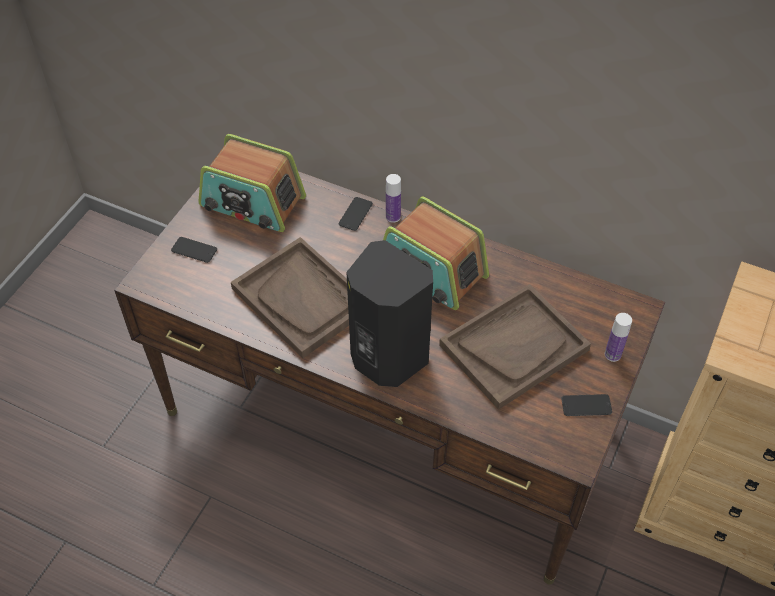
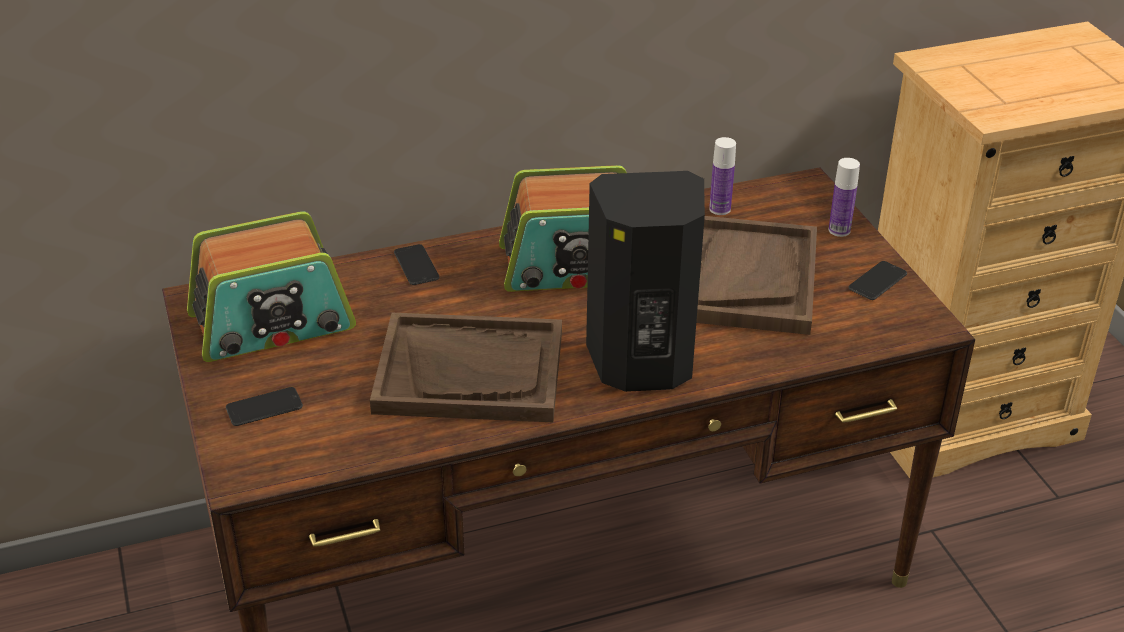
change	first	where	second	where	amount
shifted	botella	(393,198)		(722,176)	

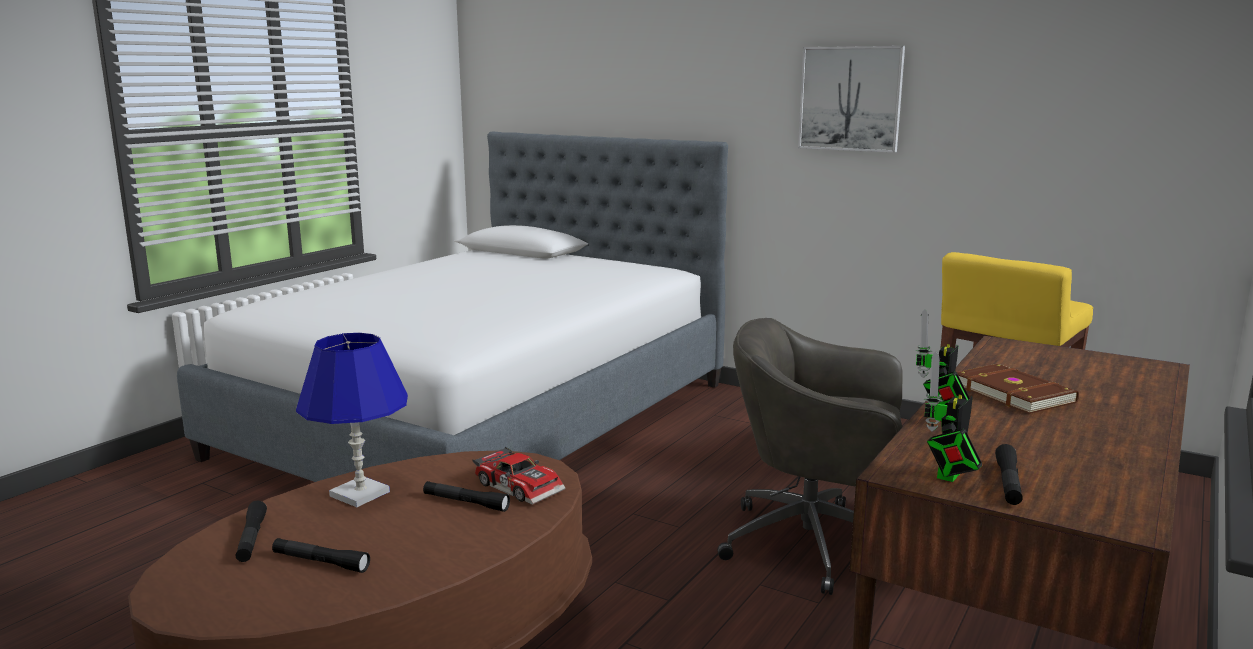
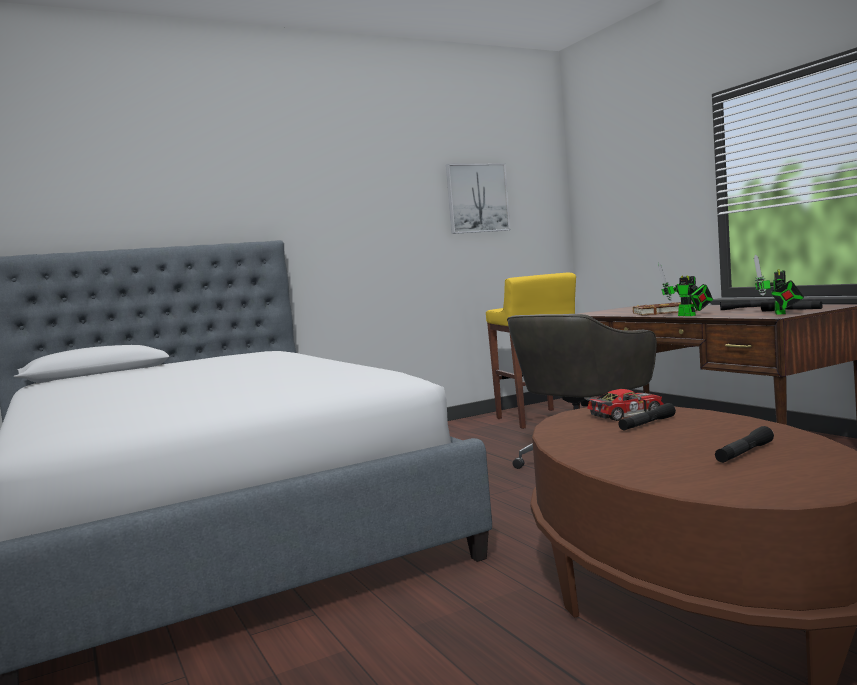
change	first	where	second	where	amount
shifted	cuadro	(851,99)		(478,198)	
gone	lámpara de mesa/azul	(352,420)			
rotated	robot de juguete	(953,416)		(779,284)	45 degrees clockwise
shifted	linterna/negro	(251,531)		(748,304)	

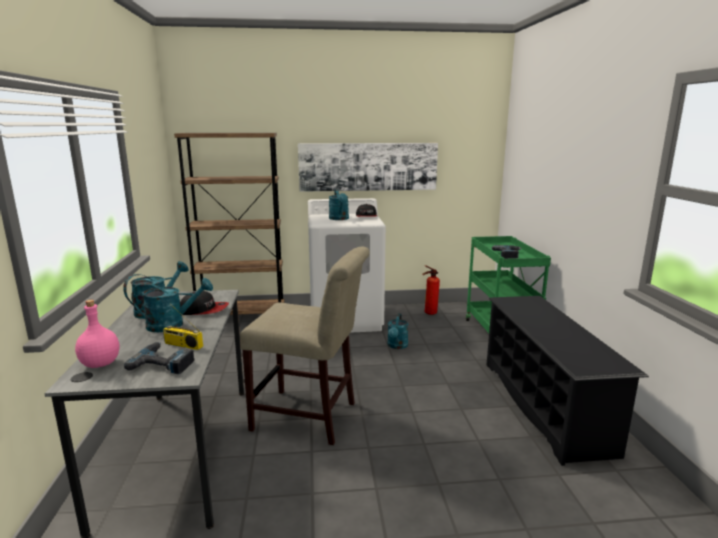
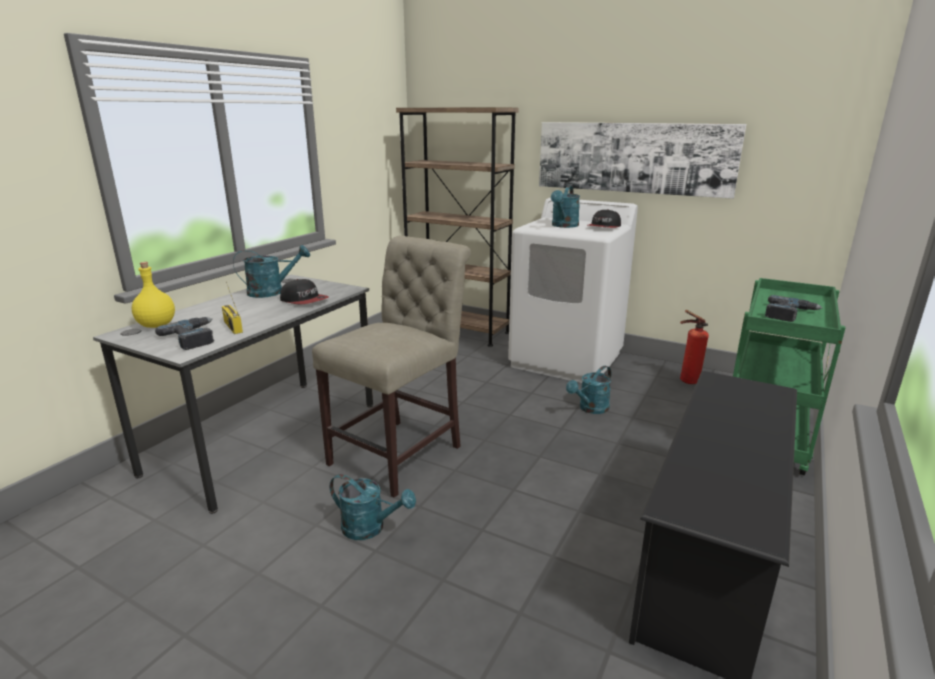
change	first	where	second	where	amount
rotated	silla/beis	(305,346)		(391,367)	105 degrees counterclockwise
shifted	regadera/turquesa	(172,305)		(373,507)	
repainted	botella/rosa	(97,334)	botella/amarillo	(153,295)	

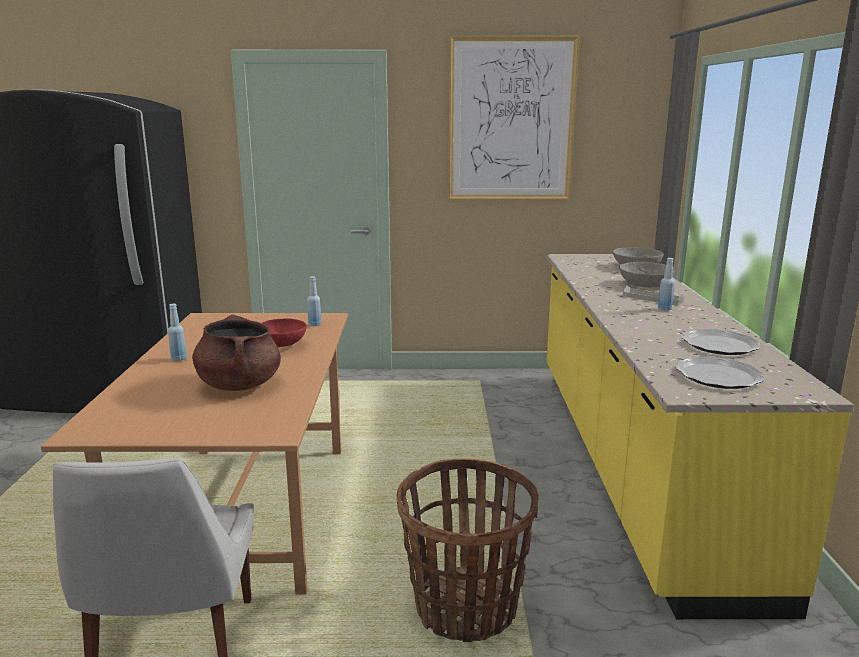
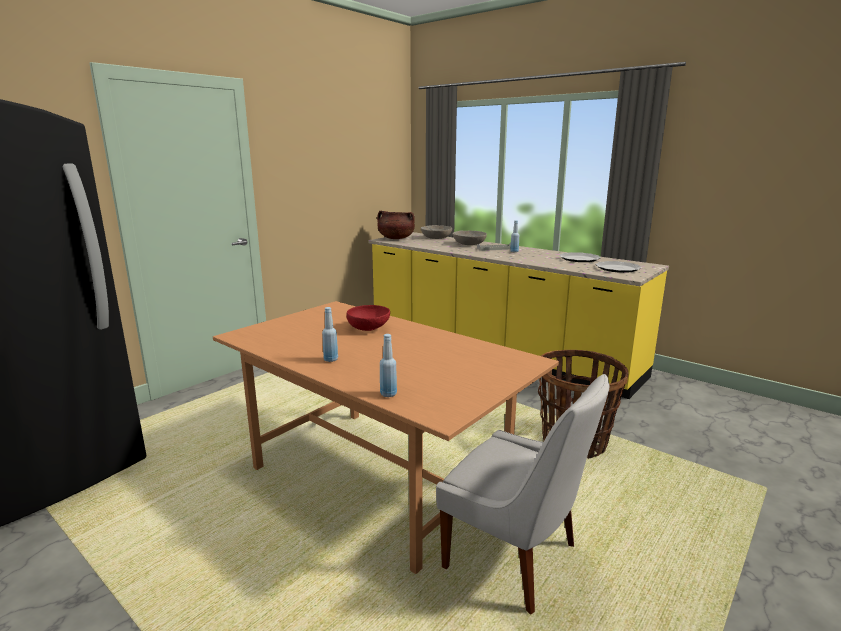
change	first	where	second	where	amount
gone	cuadro	(514,118)			
shifted	botella/azul	(314,301)		(388,365)	
shifted	olla/marrón	(236,353)		(396,225)	

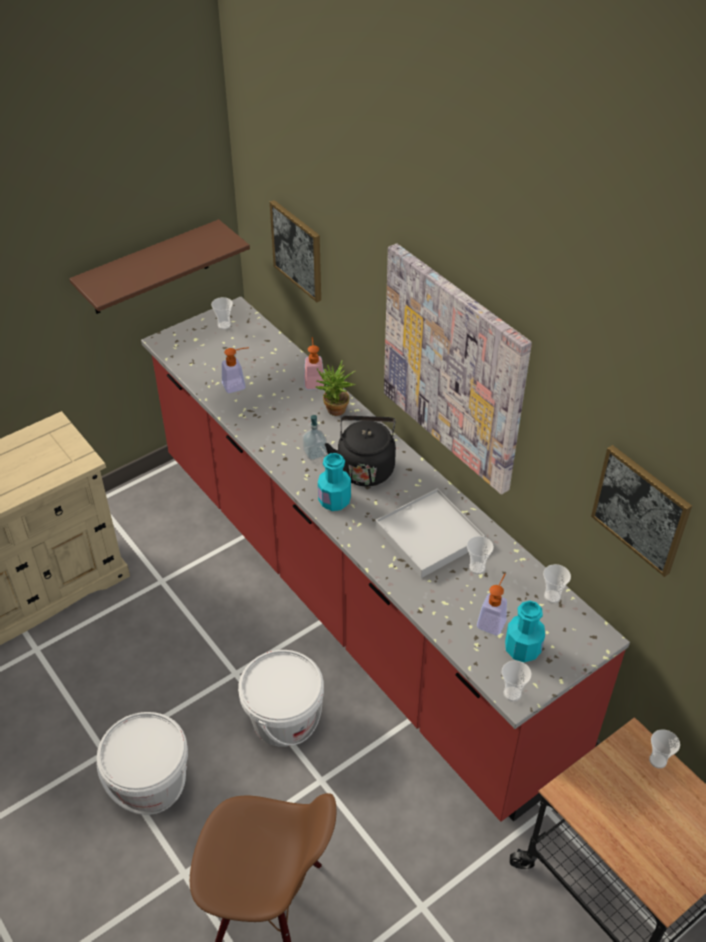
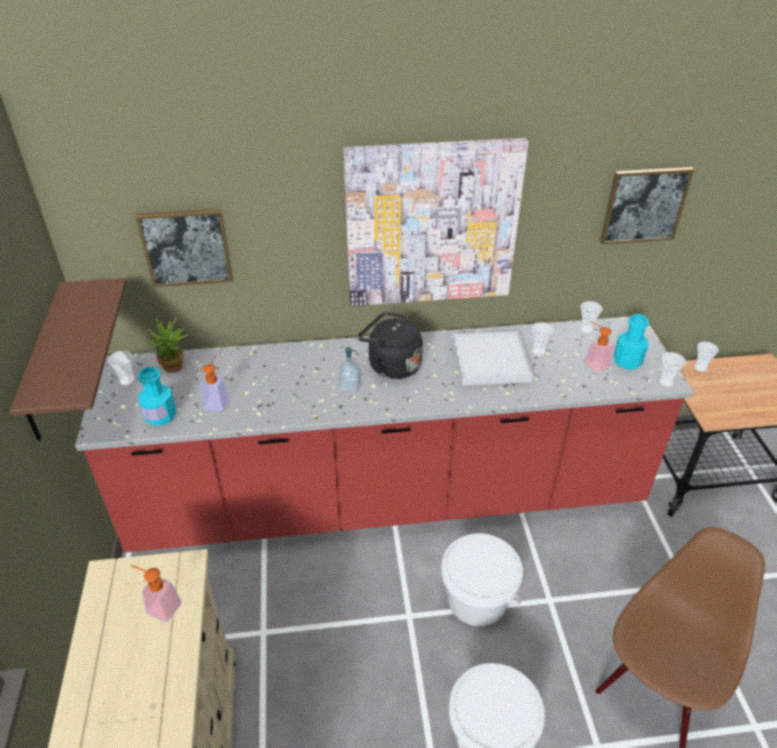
change	first	where	second	where	amount
shifted	dispensador de jabón	(314,363)		(156,593)	
shifted	planta en maceta	(335,388)		(167,345)	
shifted	botella/turquesa	(334,482)		(157,396)	

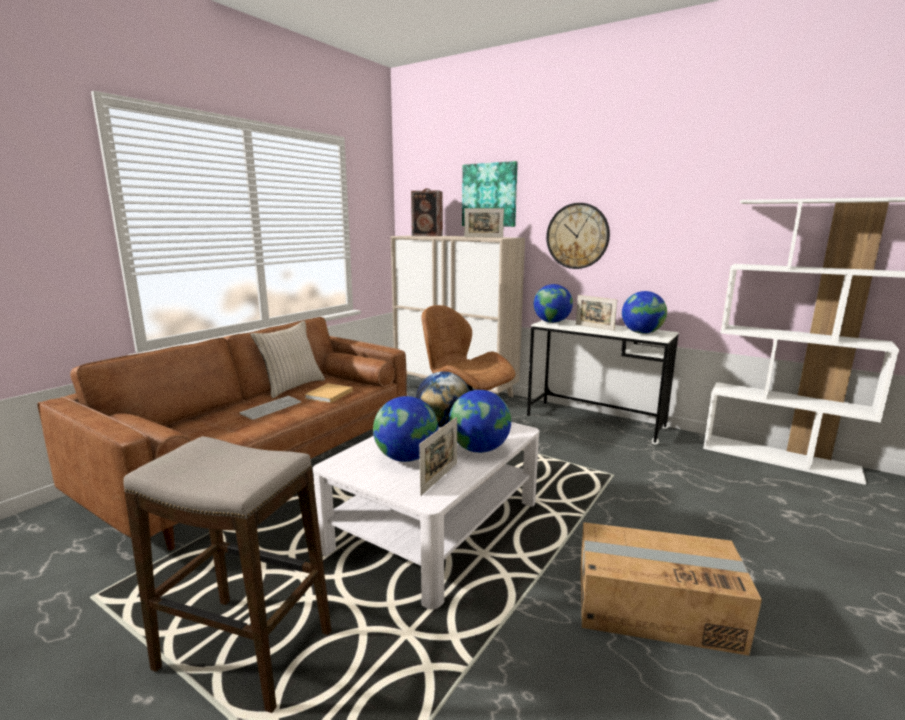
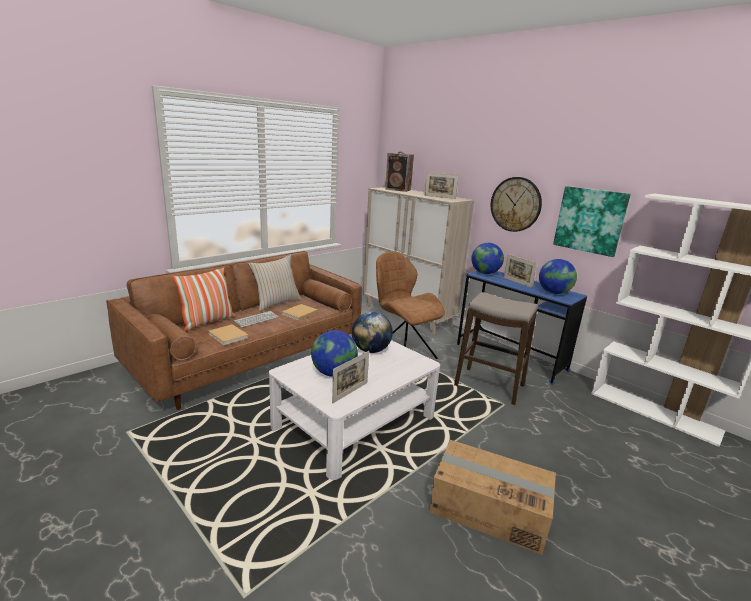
change	first	where	second	where	amount
shifted	cuadro	(490,194)		(592,221)	
repainted	escritorio/blanco	(603,382)	escritorio/azul	(522,328)	
gone	globo terráqueo	(480,421)			
shifted	taburete	(227,574)		(496,348)	
new			cojín	(203,299)	
new			libro/beis	(228,334)	

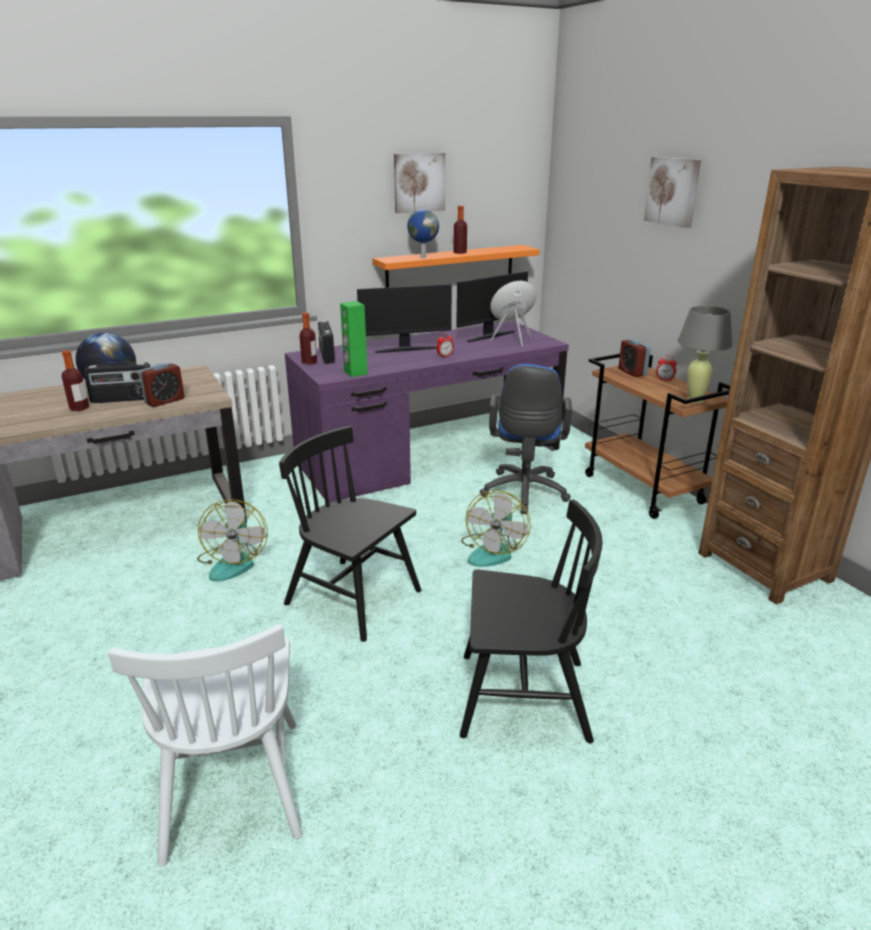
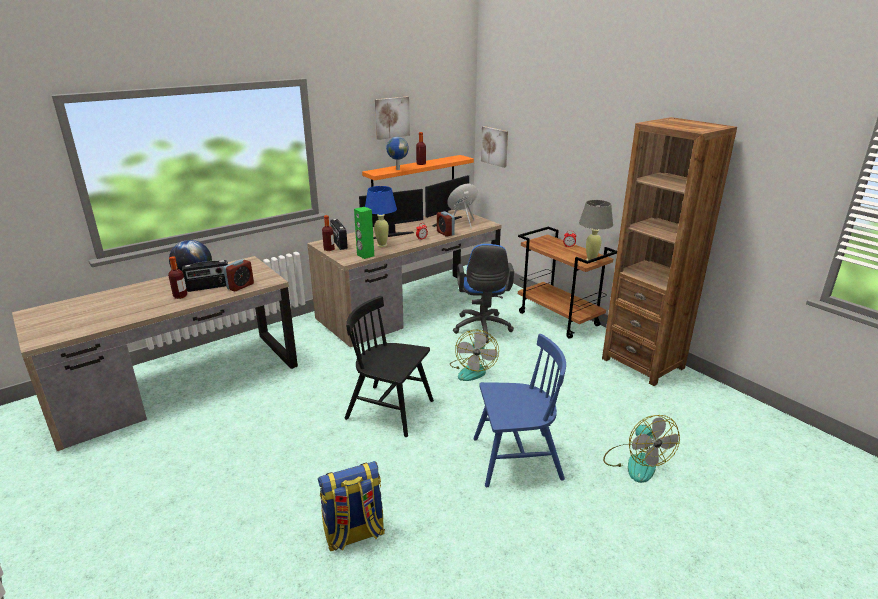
change	first	where	second	where	amount
shifted	cuadro	(672,192)		(494,147)	
repainted	escritorio/morado	(427,412)	escritorio/marrón	(404,278)	
shifted	despertador	(635,358)		(446,224)	
shifted	ventilador	(232,540)		(641,449)	
repainted	silla/negro	(531,621)	silla/azul	(519,410)	
swapped	silla/blanco	(205,745)	mochila	(351,506)	
new			lámpara de mesa/azul	(381,216)	

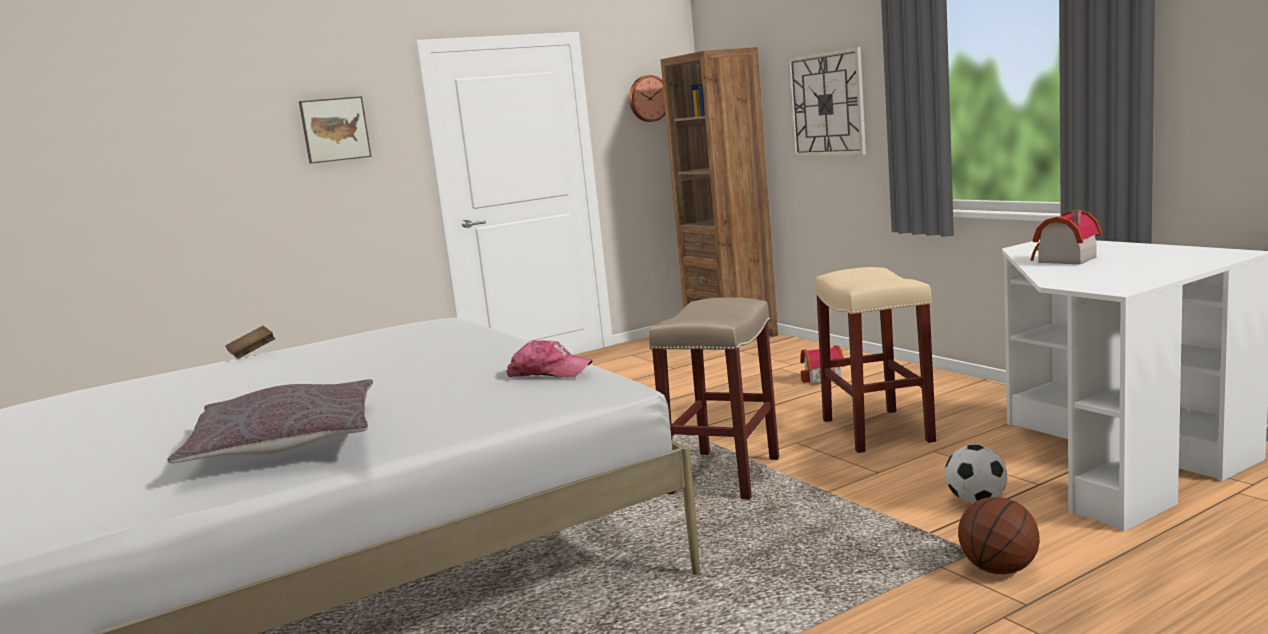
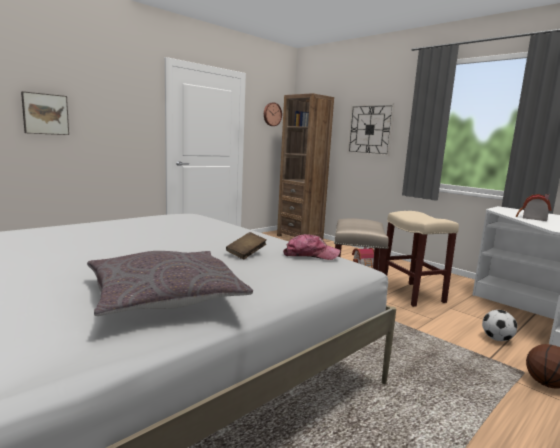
change	first	where	second	where	amount
shifted	cuadro	(335,130)		(45,113)	
shifted	libro/marrón	(250,342)		(246,245)	

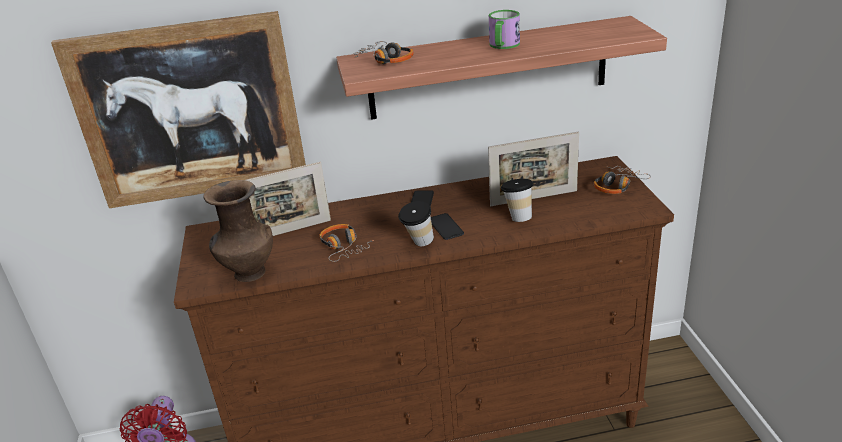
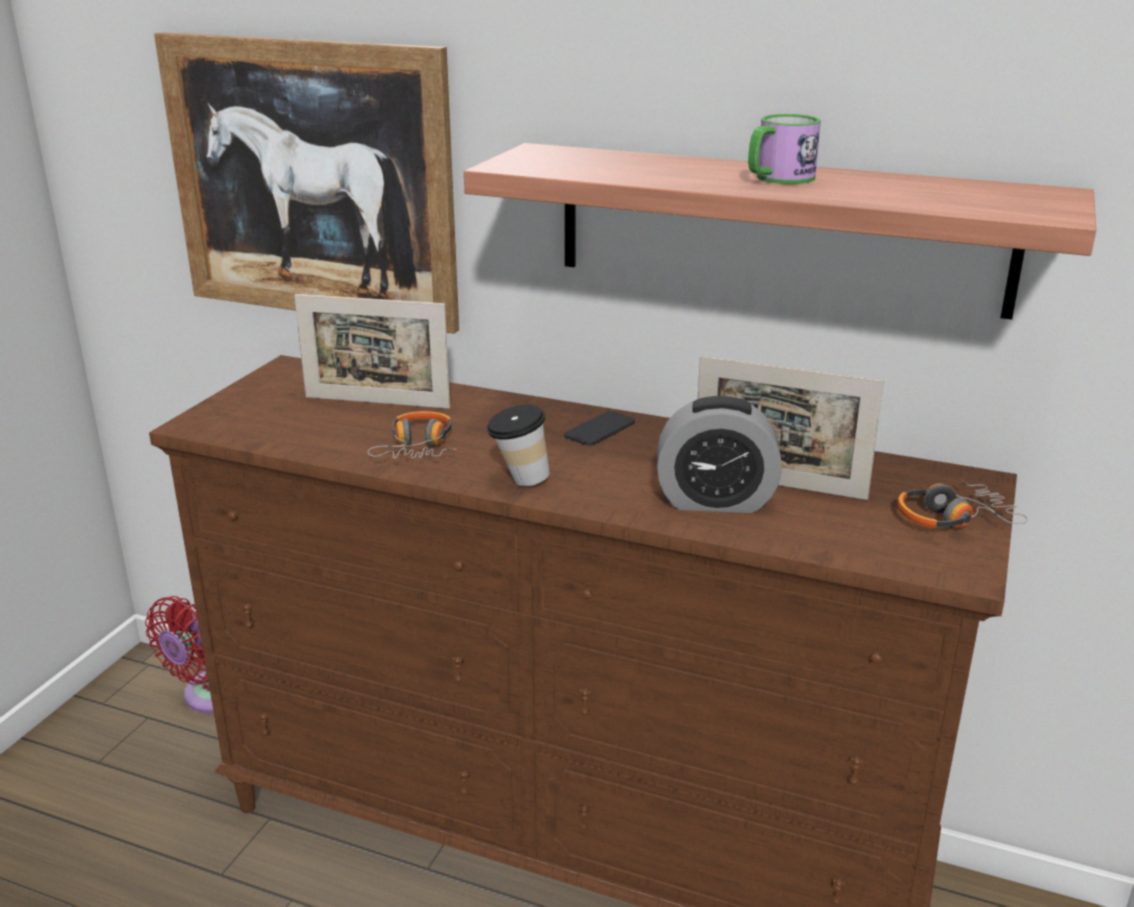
change	first	where	second	where	amount
gone	auriculares	(383,52)			
swapped	taza	(517,200)	despertador	(719,454)	
gone	florero/marrón	(238,231)			
gone	móvil	(447,226)			

